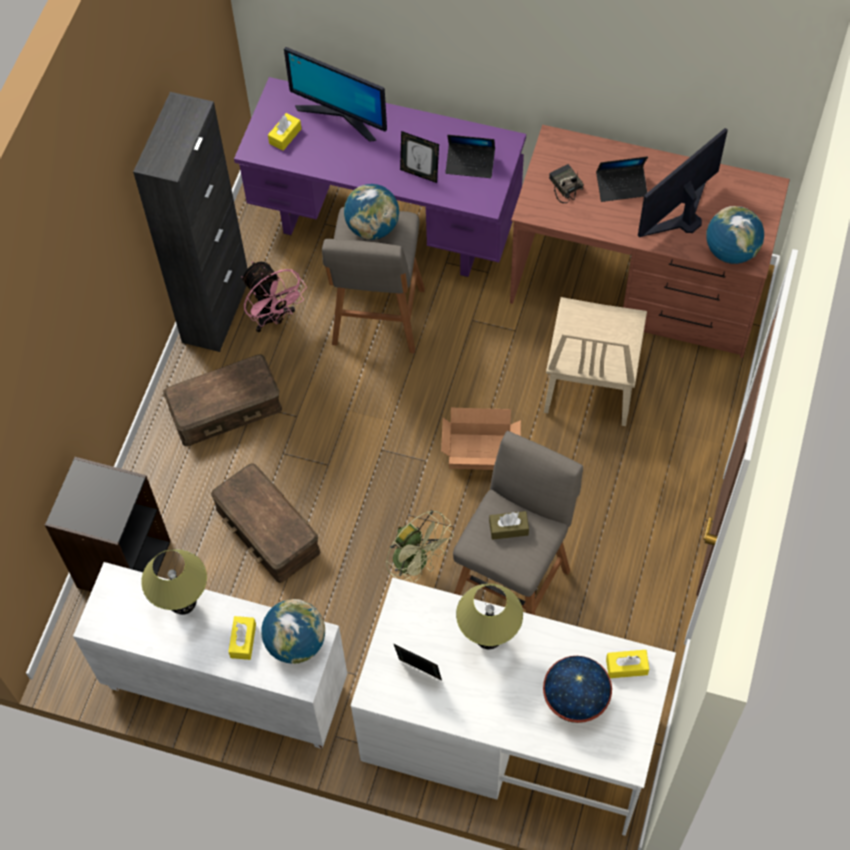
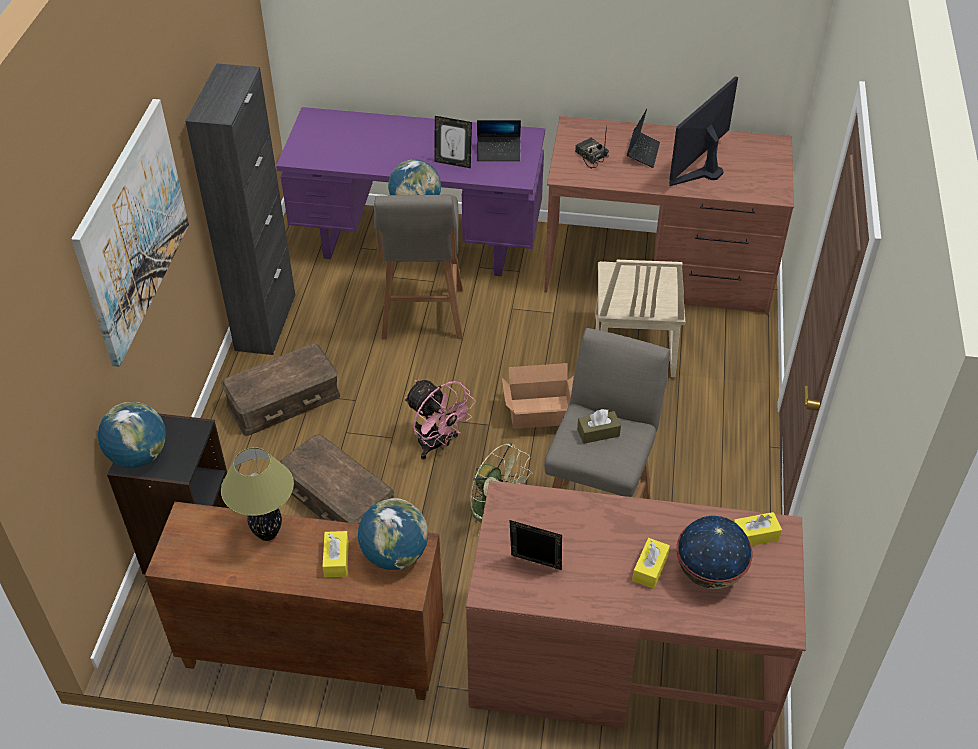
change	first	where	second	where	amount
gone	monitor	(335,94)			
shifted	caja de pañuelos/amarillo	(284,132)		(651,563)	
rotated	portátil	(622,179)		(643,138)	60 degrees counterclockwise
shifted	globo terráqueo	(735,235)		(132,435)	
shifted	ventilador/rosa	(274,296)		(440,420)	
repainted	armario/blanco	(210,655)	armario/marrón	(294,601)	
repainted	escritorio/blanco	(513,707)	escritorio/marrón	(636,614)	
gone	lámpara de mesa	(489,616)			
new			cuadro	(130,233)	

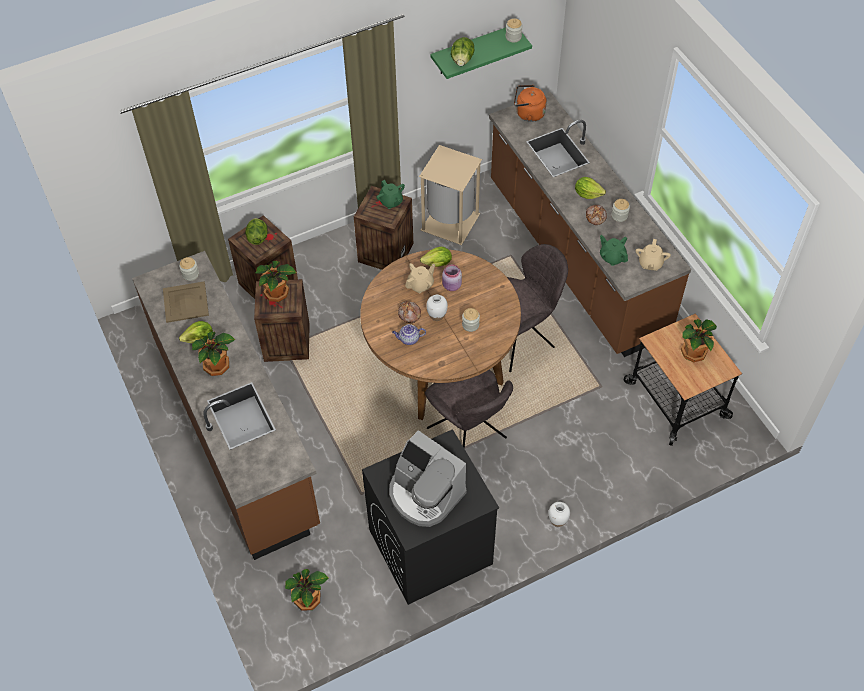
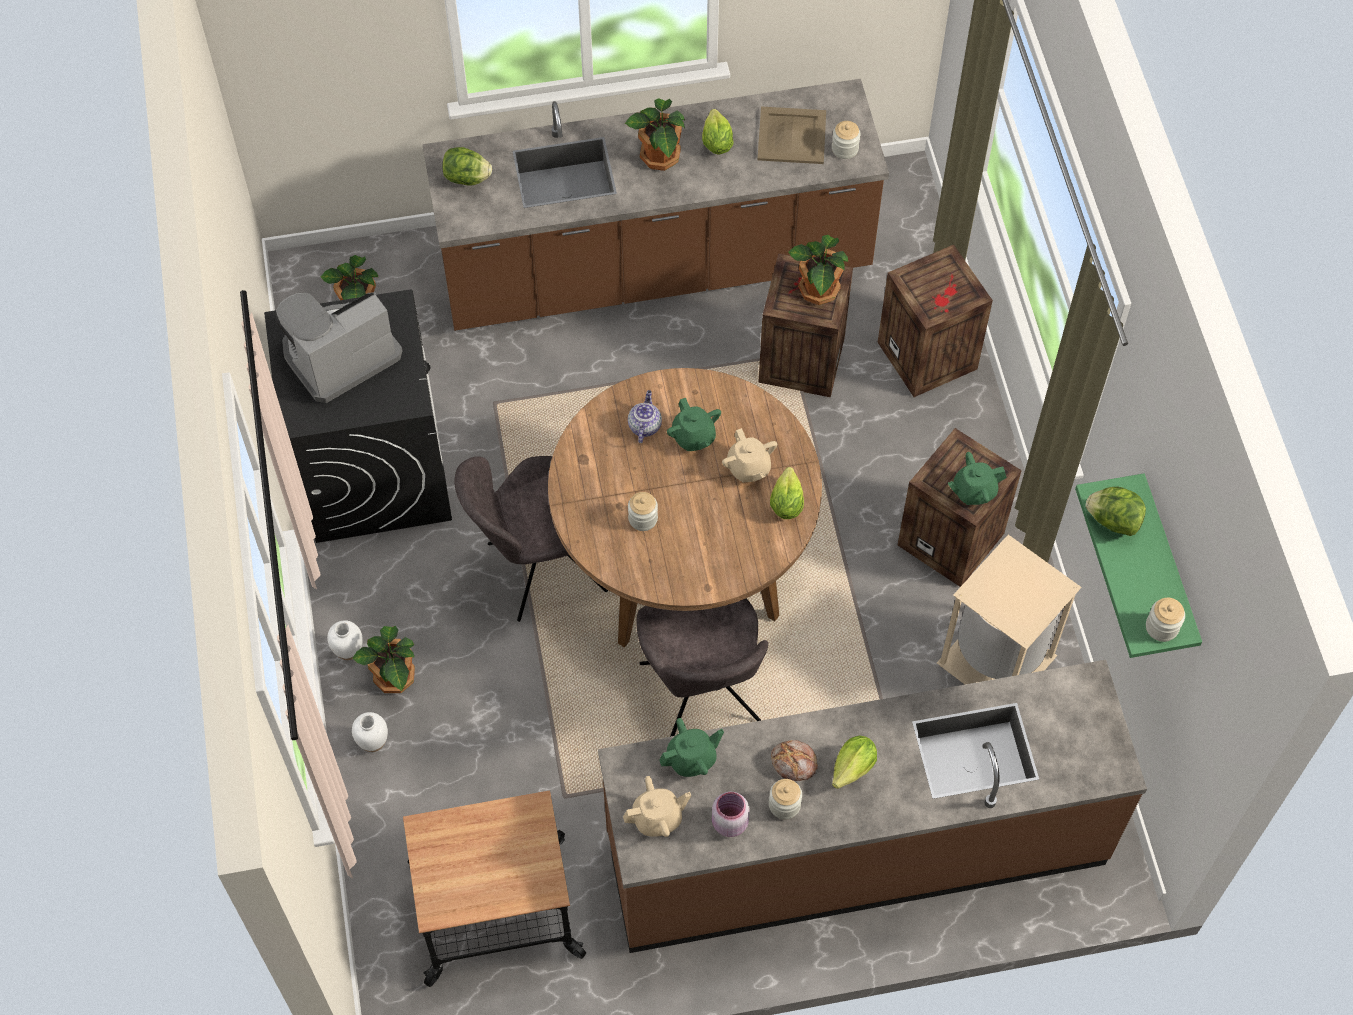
change	first	where	second	where	amount
gone	hervidor/naranja	(530,103)			
shifted	lechuga	(256,231)		(467,166)	
rotated	tetera/beis	(653,255)		(657,806)	135 degrees clockwise
shifted	tarro/rosa	(452,278)		(731,814)	
shifted	florero/blanco	(437,307)		(370,732)	
swapped	pan	(409,312)	tetera/verde	(694,424)	
shifted	planta en maceta	(699,340)		(383,659)	

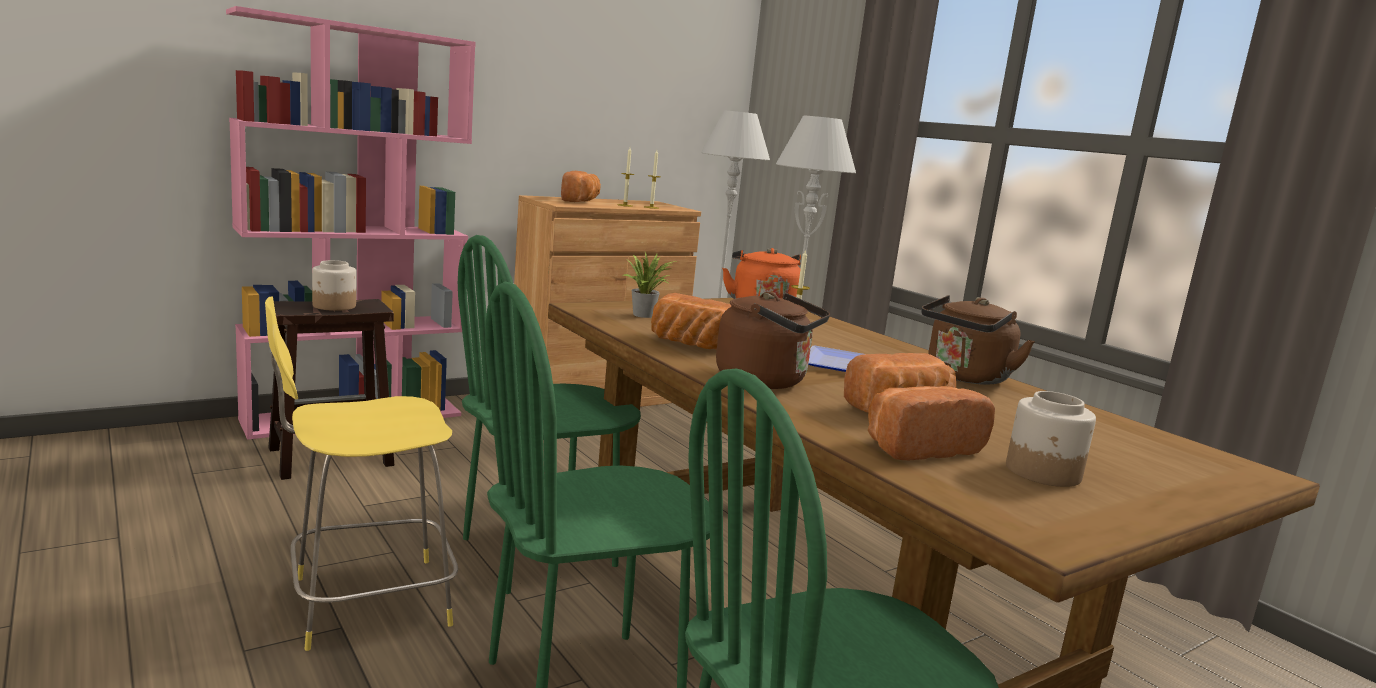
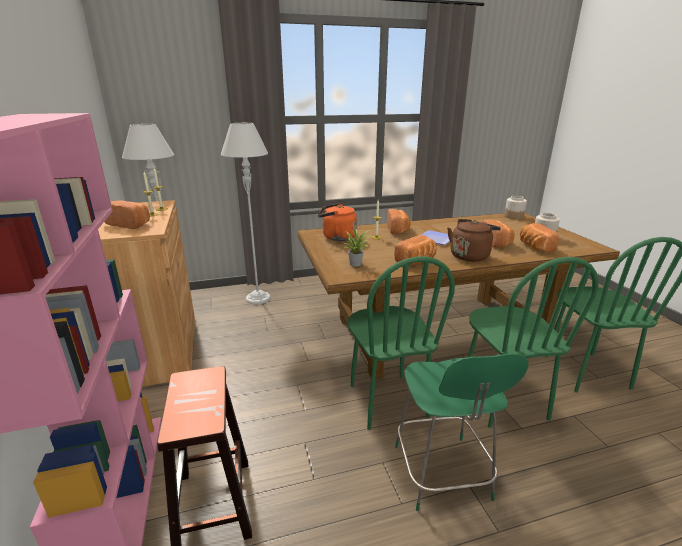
change	first	where	second	where	amount
shifted	tarro	(334,285)		(515,207)	
gone	hervidor/marrón	(978,340)			
repainted	taburete/amarillo	(361,473)	taburete/verde	(462,432)	
new			pan	(398,221)	

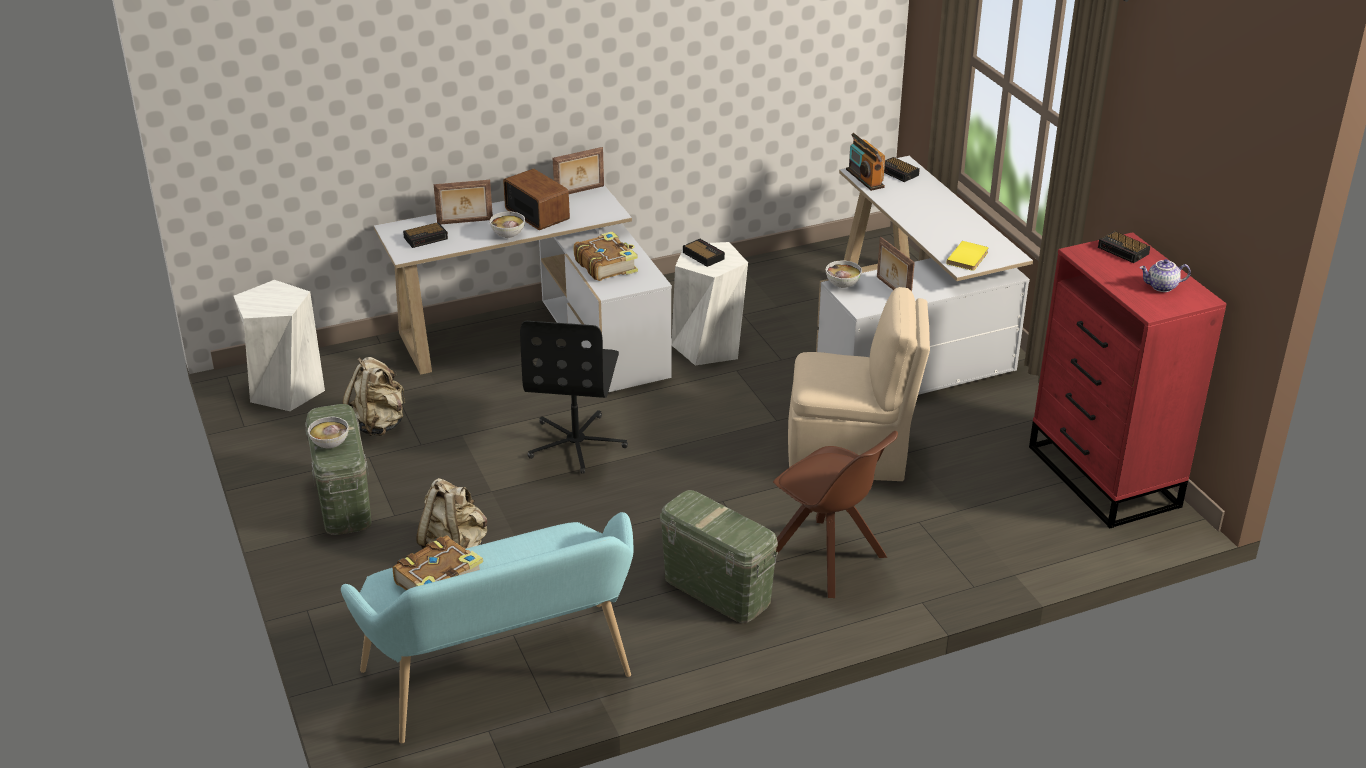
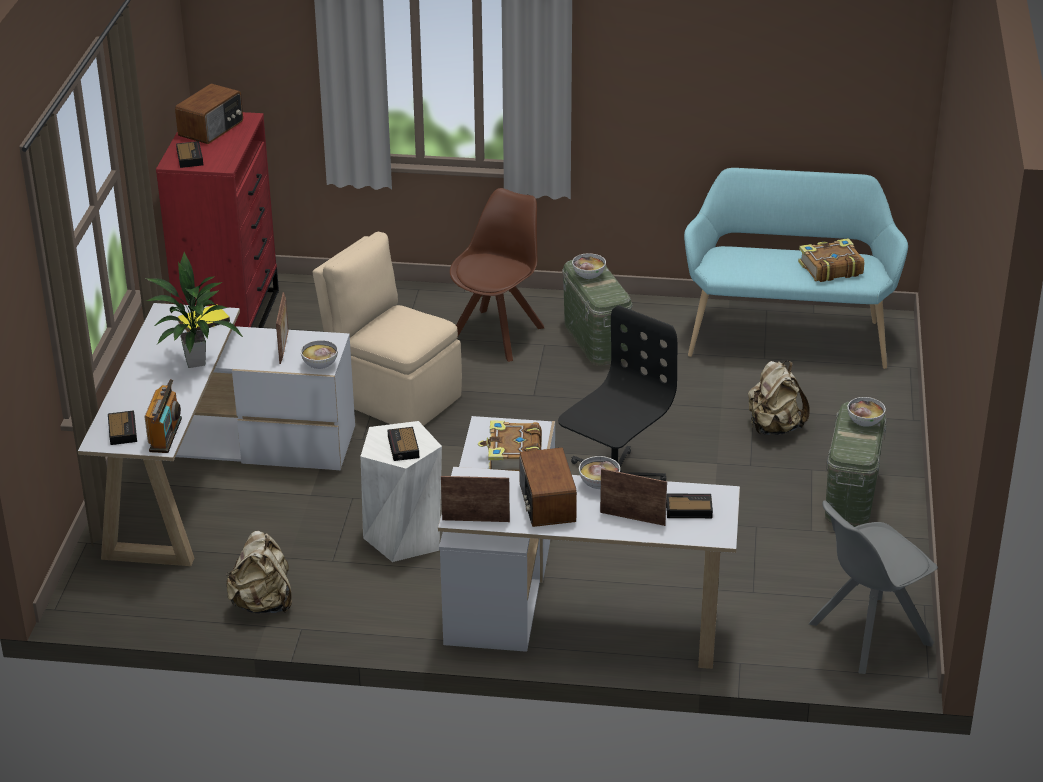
change	first	where	second	where	amount
swapped	tetera	(1165,275)	radio	(209,114)	
swapped	taburete/blanco	(279,345)	silla/gris	(873,587)	
shifted	mochila/beis	(374,396)		(259,572)	
rotated	silla/marrón	(835,514)		(497,275)	45 degrees clockwise
new			planta en maceta	(195,310)	
new			cuenco	(589,266)	

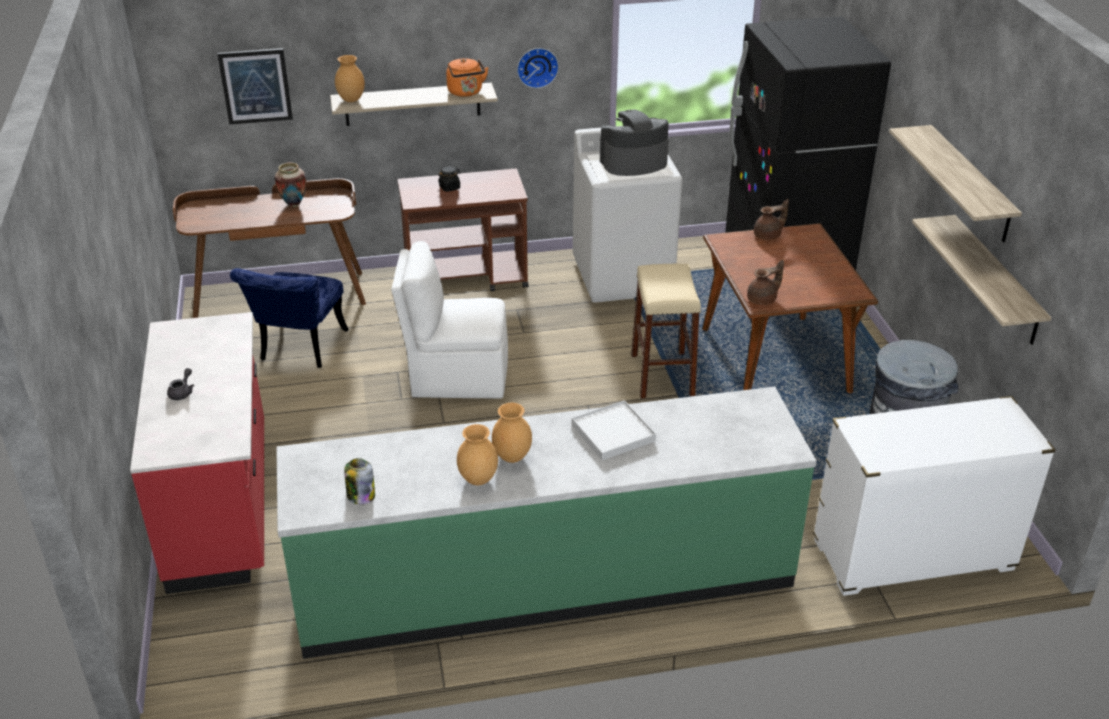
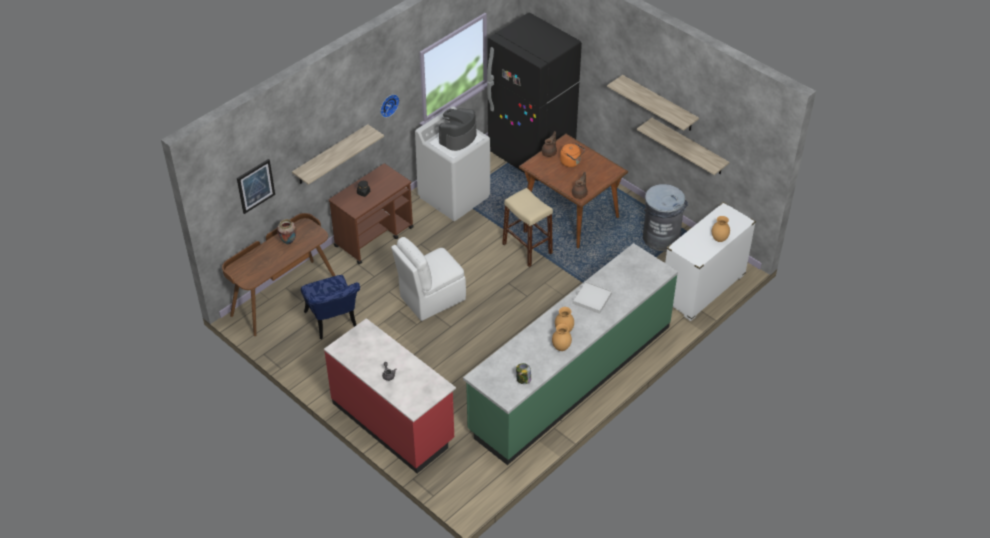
change	first	where	second	where	amount
shifted	florero/marrón	(350,78)		(721,229)	
shifted	hervidor/naranja	(467,77)		(572,155)	

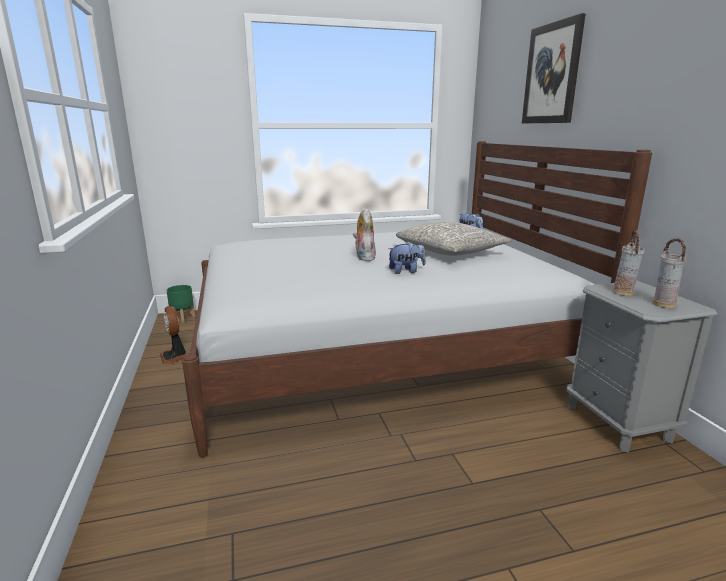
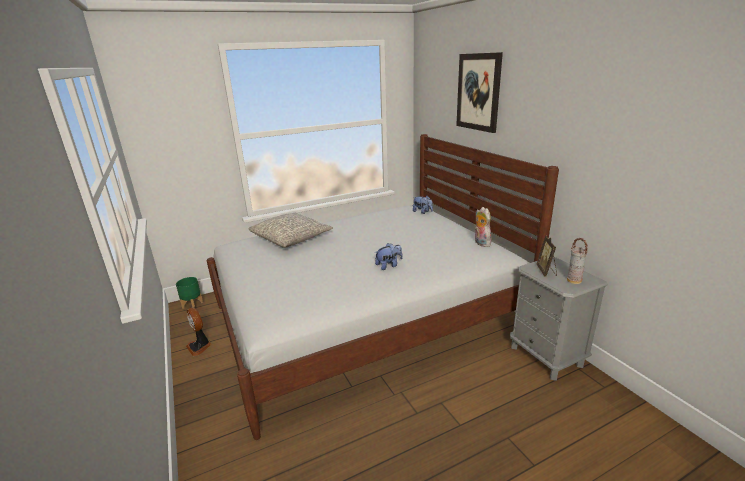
change	first	where	second	where	amount
shifted	peluche	(364,234)		(483,227)	
shifted	cojín/gris	(453,239)		(290,230)	
swapped	florero	(629,263)	portarretratos	(547,256)	

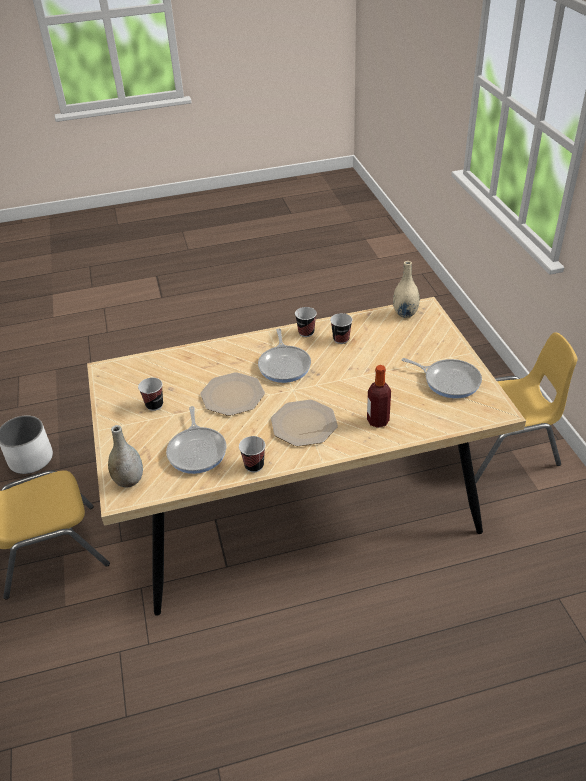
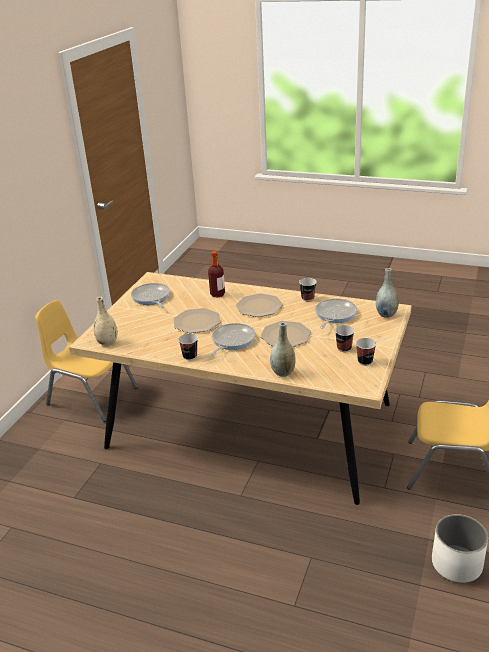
change	first	where	second	where	amount
shifted	taza	(341,328)		(366,352)	
new			plato	(197,320)	
new			florero/gris	(283,349)	

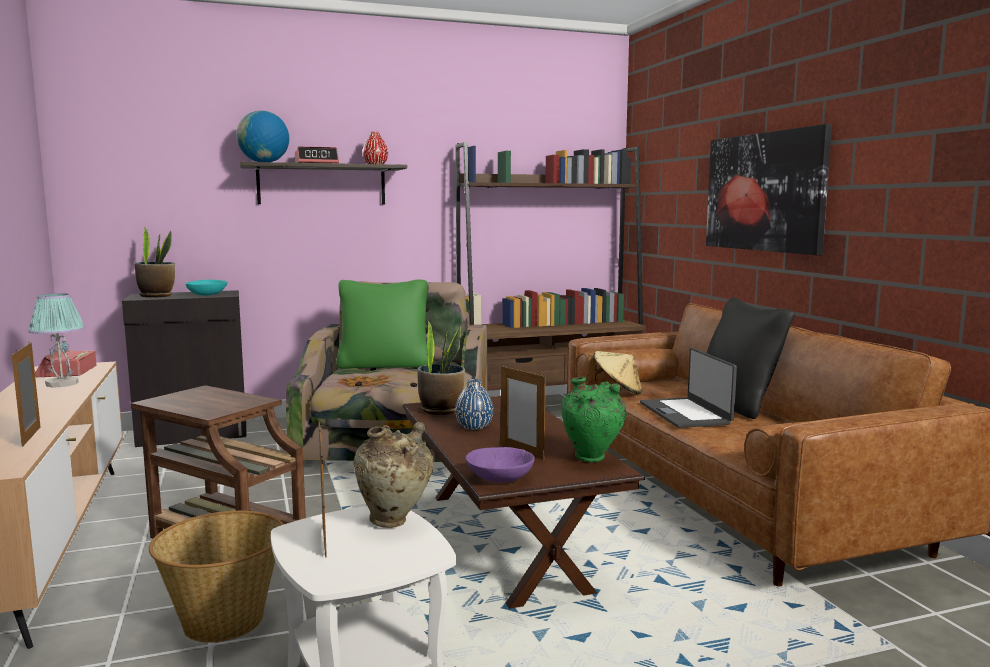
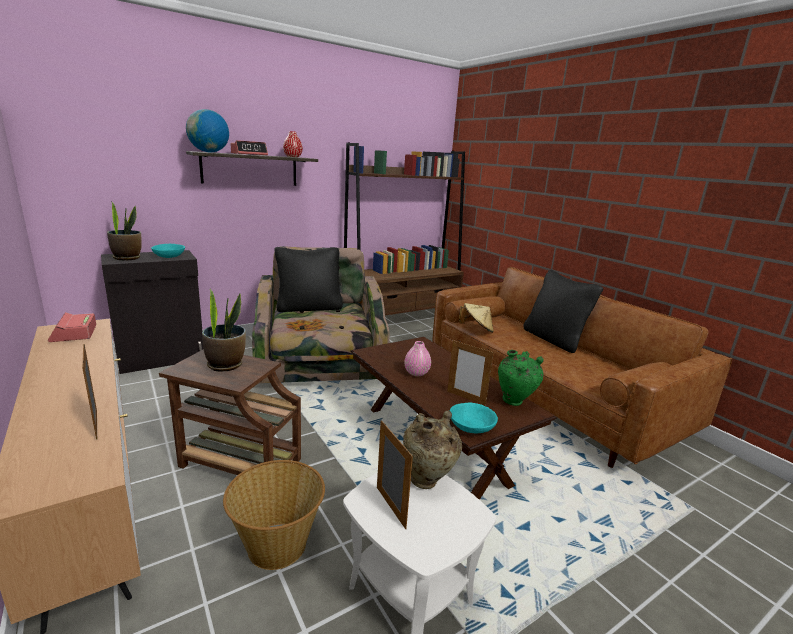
change	first	where	second	where	amount
gone	cuadro	(769,189)			
repainted	cojín/verde	(382,324)	cojín/negro	(309,279)	
gone	lámpara de mesa	(56,340)			
shifted	planta en maceta	(441,368)		(224,330)	
gone	portátil	(688,388)			
repainted	florero/azul	(474,404)	florero/rosa	(418,358)	
repainted	cuenco/morado	(500,464)	cuenco/turquesa	(474,418)	

